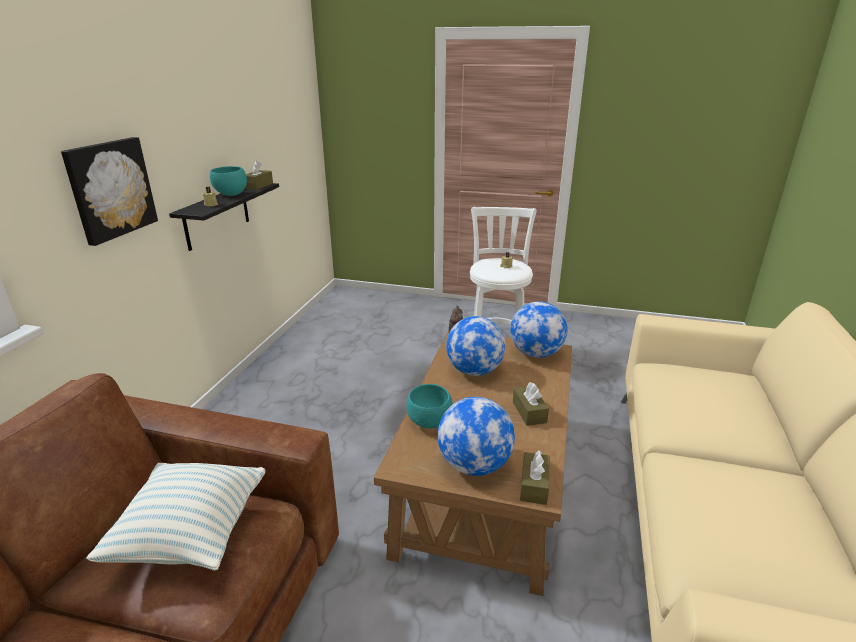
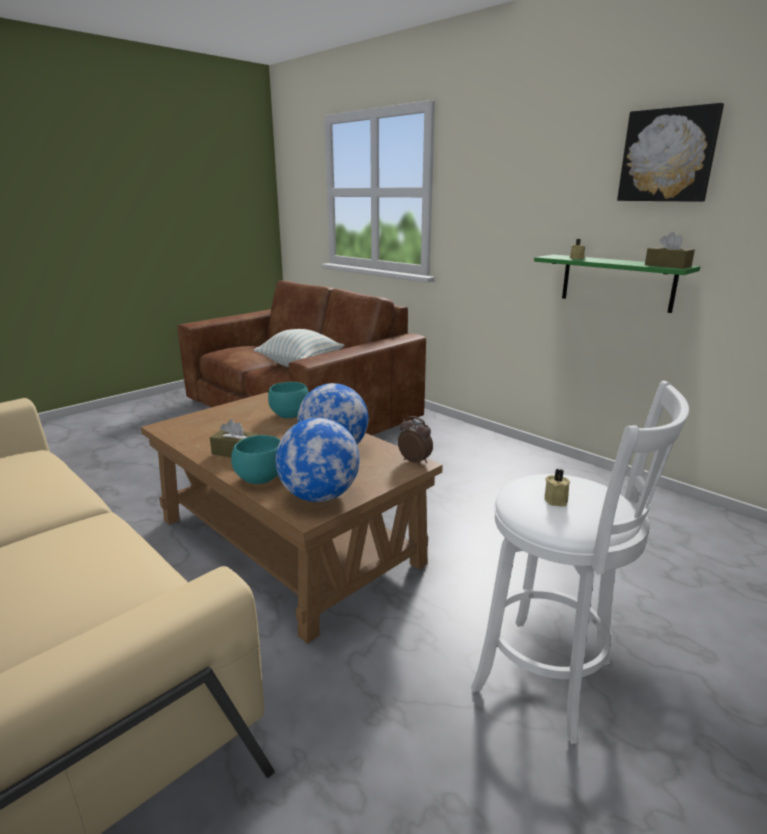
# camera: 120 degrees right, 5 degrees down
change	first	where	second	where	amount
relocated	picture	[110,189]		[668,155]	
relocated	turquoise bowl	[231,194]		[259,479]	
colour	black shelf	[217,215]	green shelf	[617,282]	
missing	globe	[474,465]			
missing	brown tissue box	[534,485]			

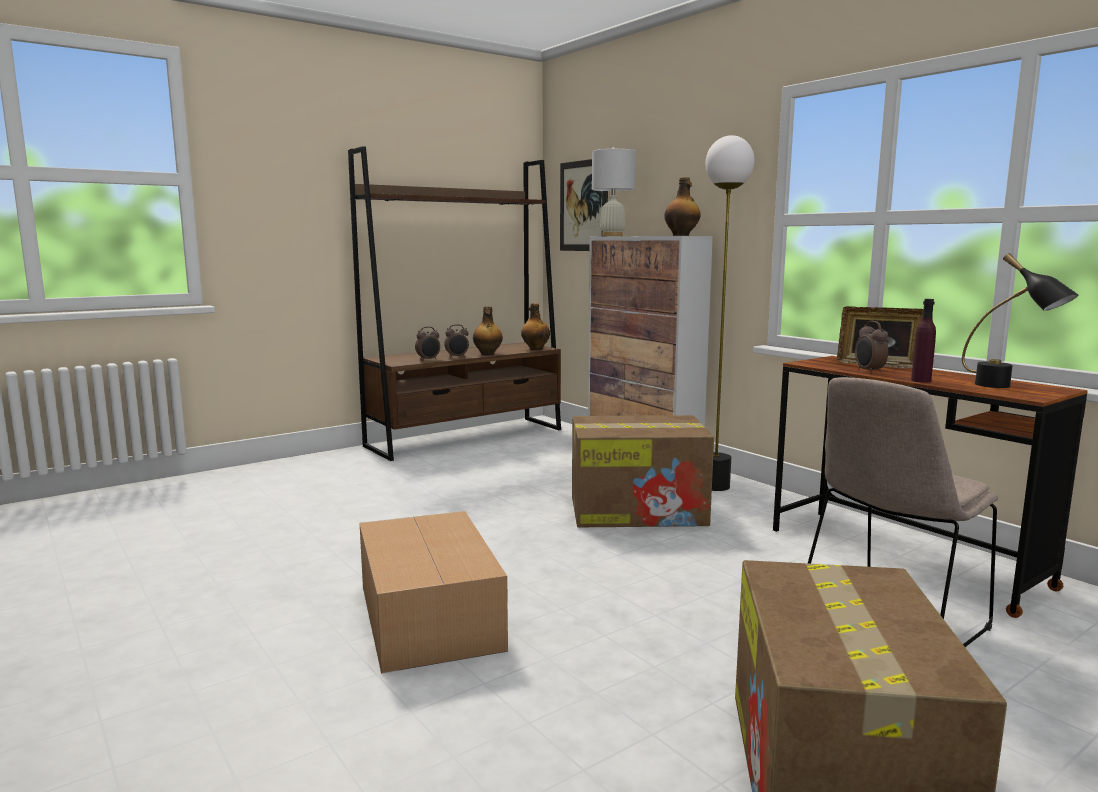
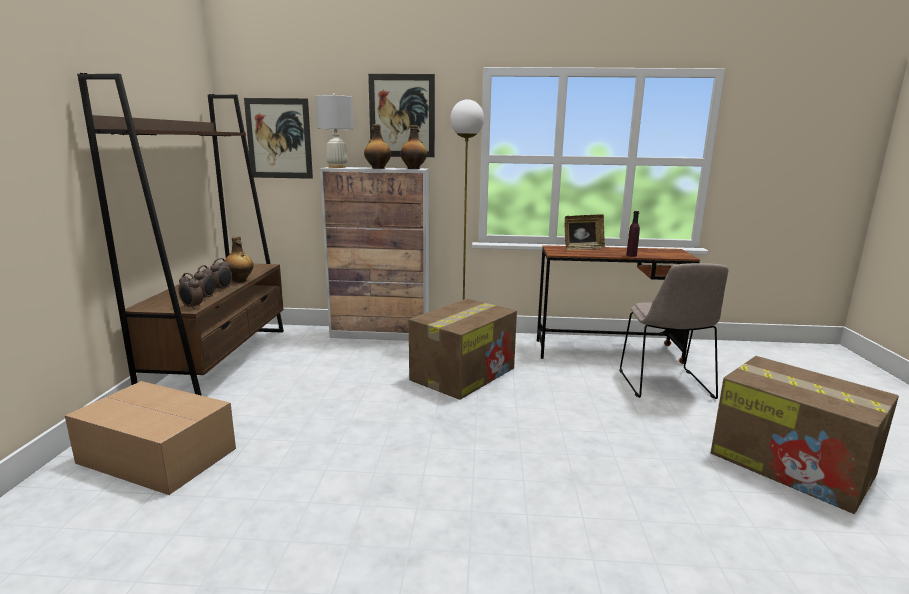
# camera: 50 degrees left, 5 degrees up
change	first	where	second	where	amount
missing	black table lamp	[1008,387]			
relocated	bottle	[535,349]		[377,168]	
relocated	alarm clock	[868,371]		[192,307]	
relocated	cardboard box	[430,615]		[157,454]	
appeared			picture	[402,116]	

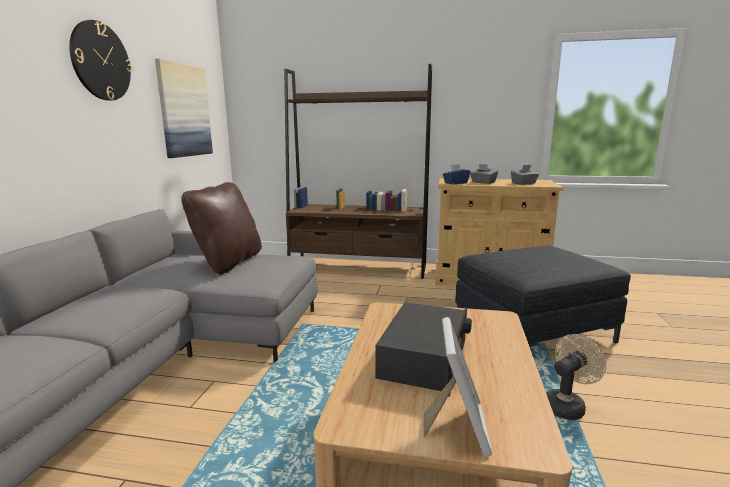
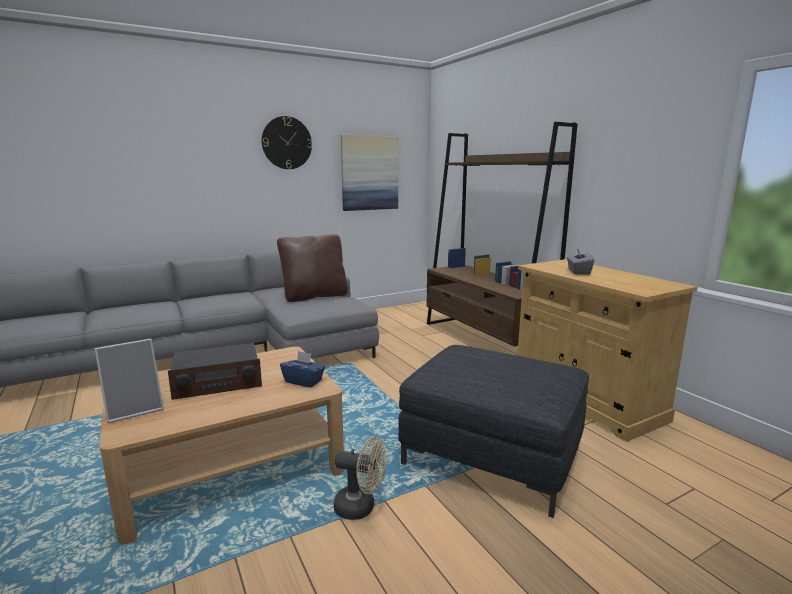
# camera: 50 degrees right, 0 degrees up
change	first	where	second	where	amount
relocated	blue tissue box	[455,183]		[303,381]	
missing	grey tissue box	[524,183]			

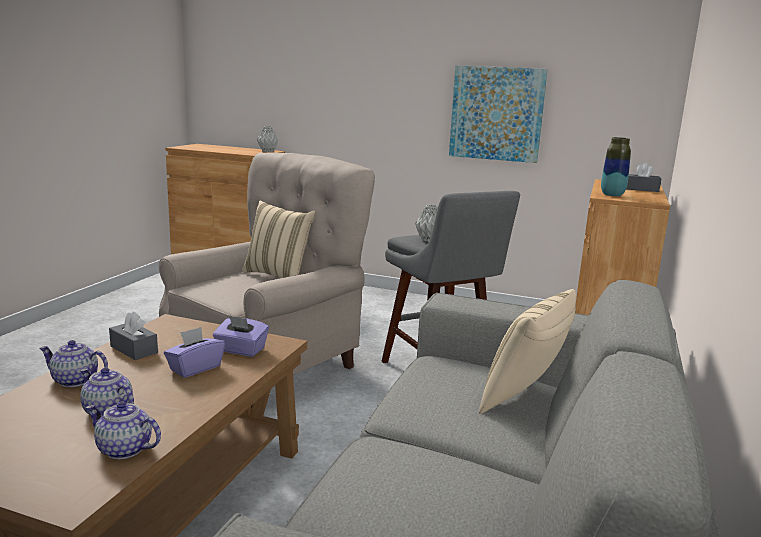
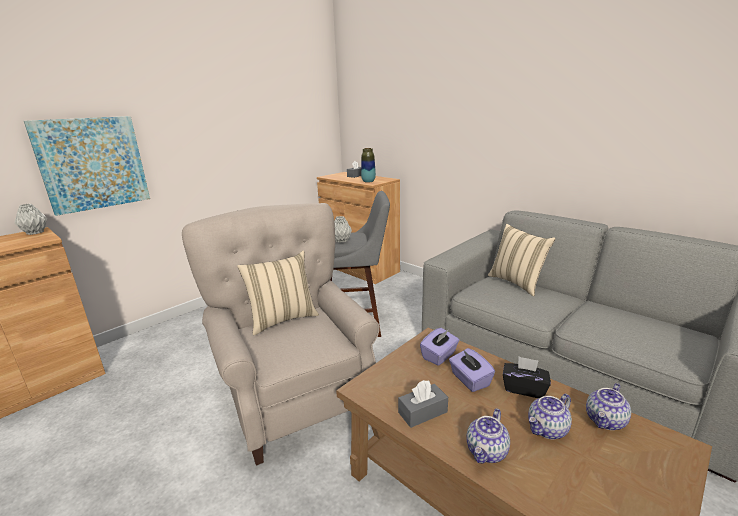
# camera: 65 degrees left, 5 degrees up
change	first	where	second	where	amount
relocated	picture	[496,113]		[92,163]	
appeared			black tissue box	[524,388]	

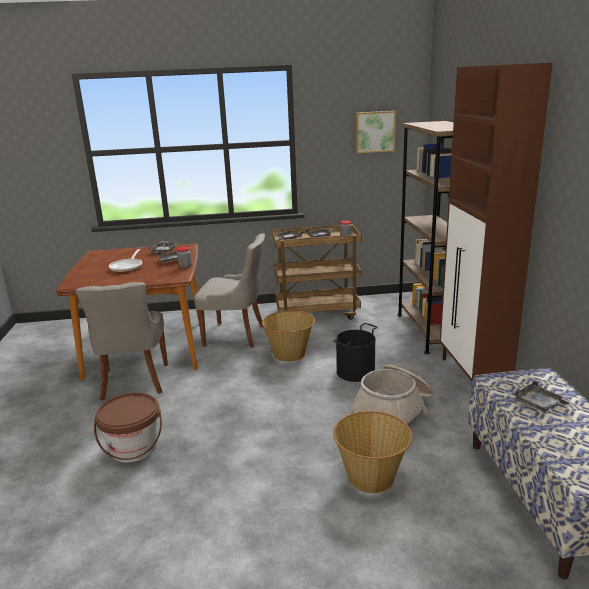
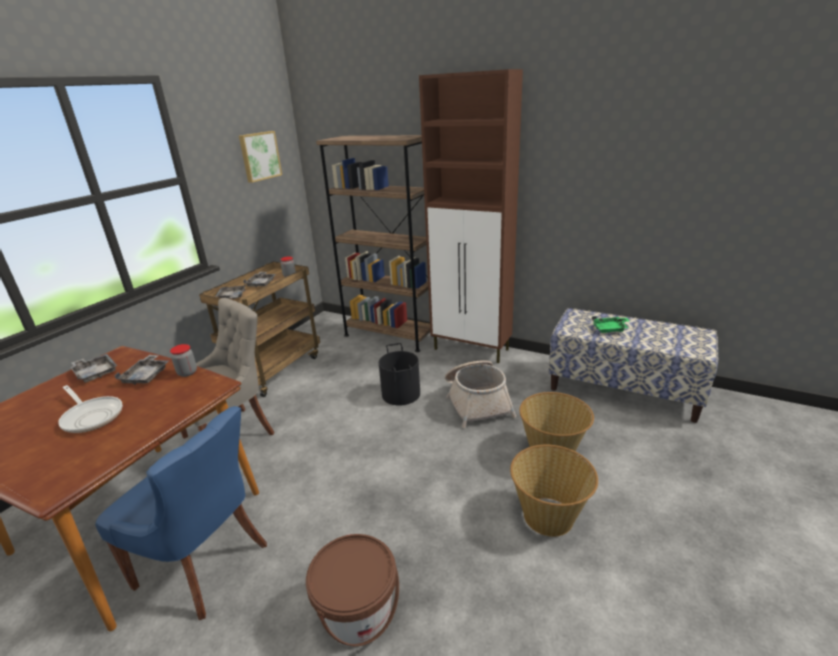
# camera: 55 degrees left, 5 degrees up
change	first	where	second	where	amount
colour	grey chair	[134,382]	blue chair	[206,565]	
relocated	basket	[290,354]		[549,515]	
colour	grey tray	[540,404]	green tray	[610,329]	

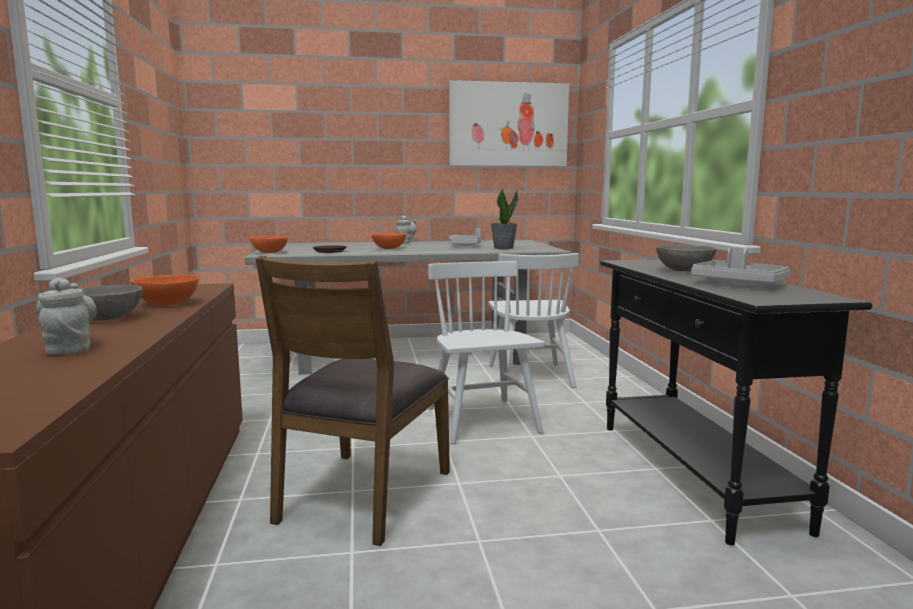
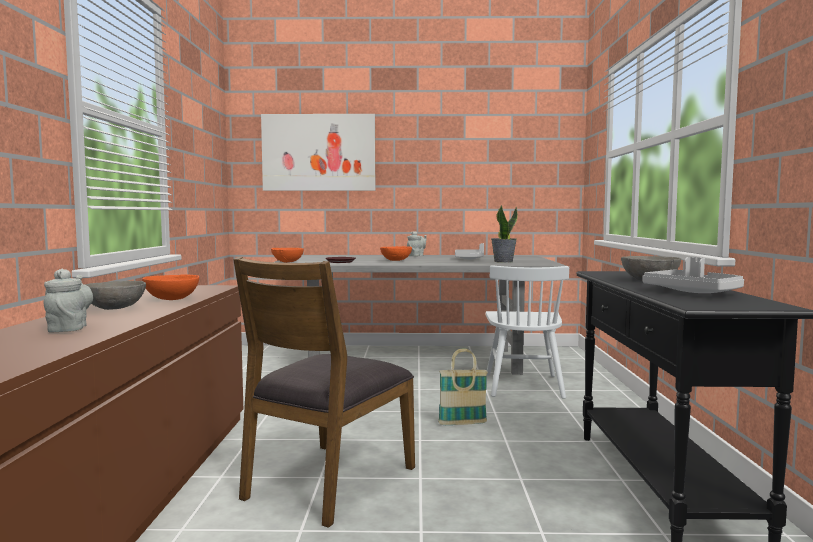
# camera: 10 degrees right, 5 degrees down
change	first	where	second	where	amount
relocated	picture	[508,124]		[319,152]	
exchanged	white chair	[482,420]	basket	[462,423]	

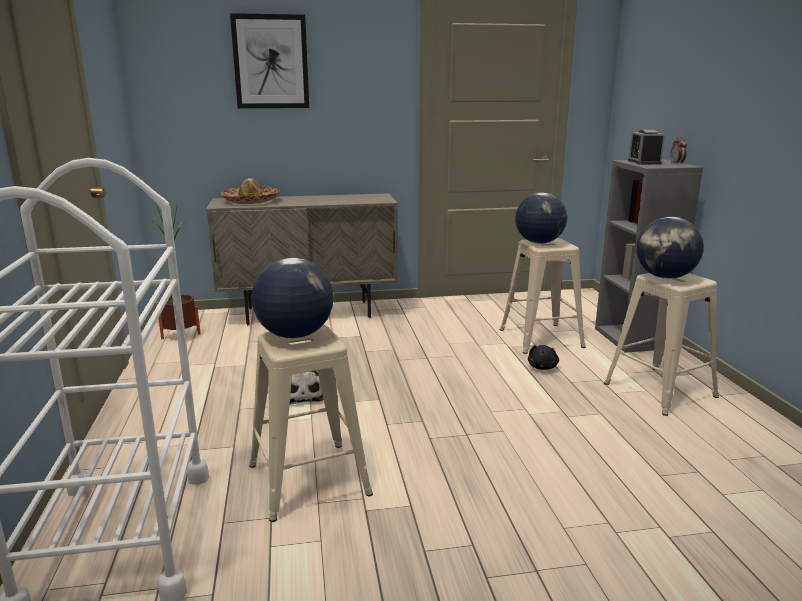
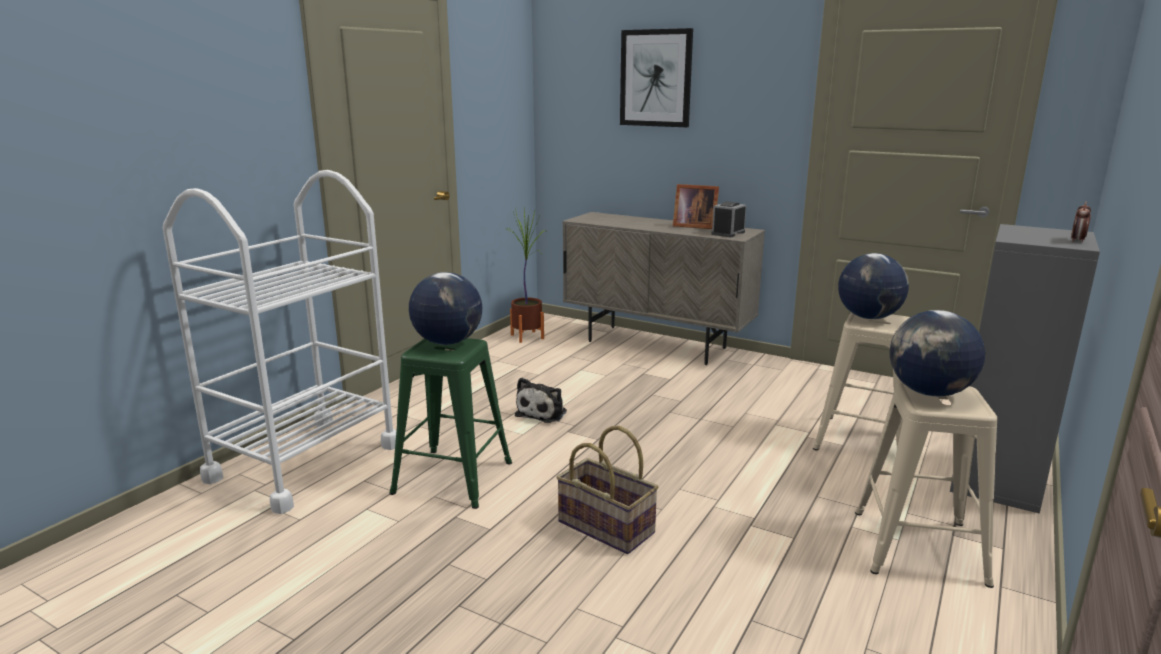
# camera: 40 degrees right, 0 degrees up
change	first	where	second	where	amount
relocated	alarm clock	[644,162]		[728,233]	
missing	hat	[251,201]			
colour	beige stool	[307,480]	green stool	[451,477]	
missing	black plush toy	[542,367]			
appeared			picture frame	[693,226]	
appeared			basket	[607,527]	

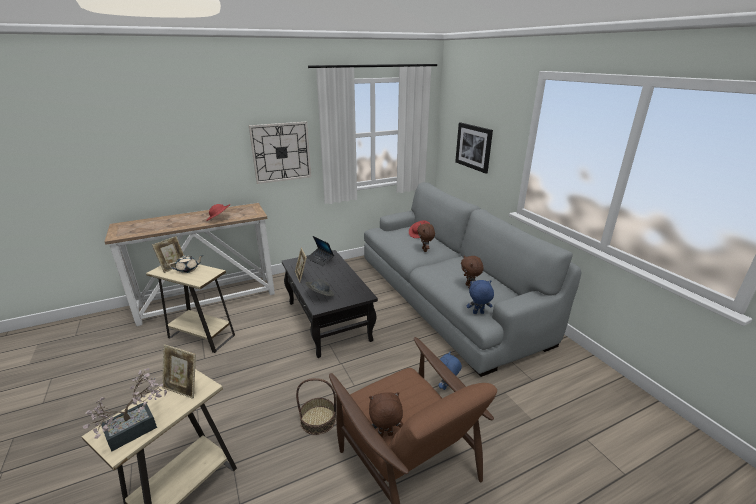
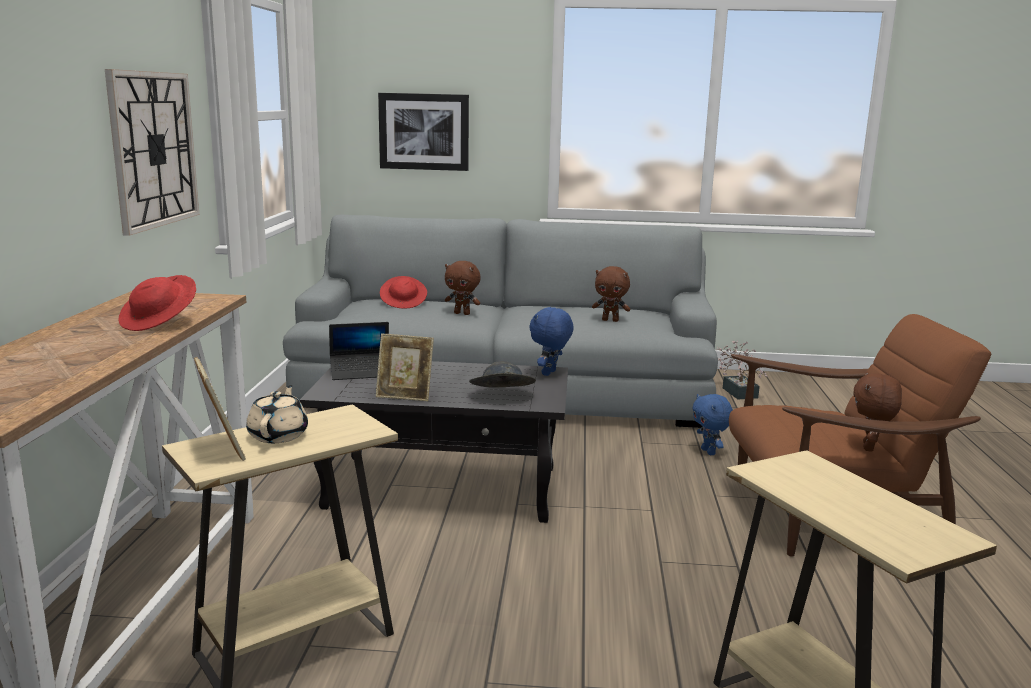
# camera: 60 degrees left, 10 degrees down
change	first	where	second	where	amount
relocated	blue plush toy	[478,313]		[550,373]	
missing	picture frame	[183,388]			
relocated	potted plant	[137,428]		[738,391]	
missing	basket	[318,420]			

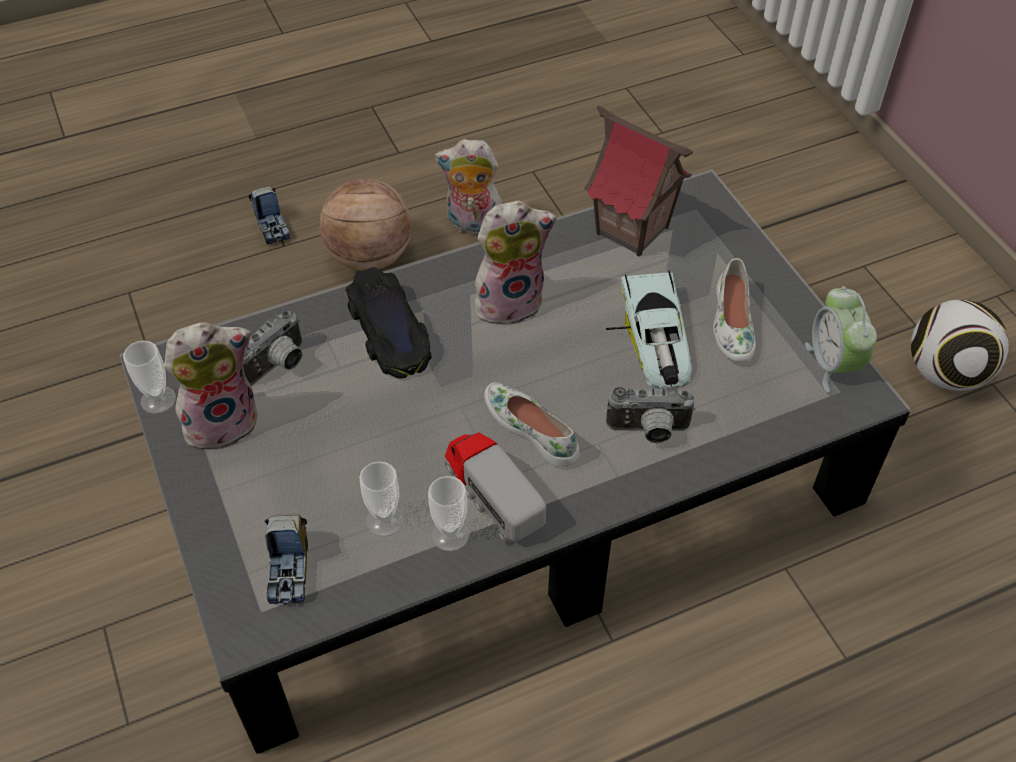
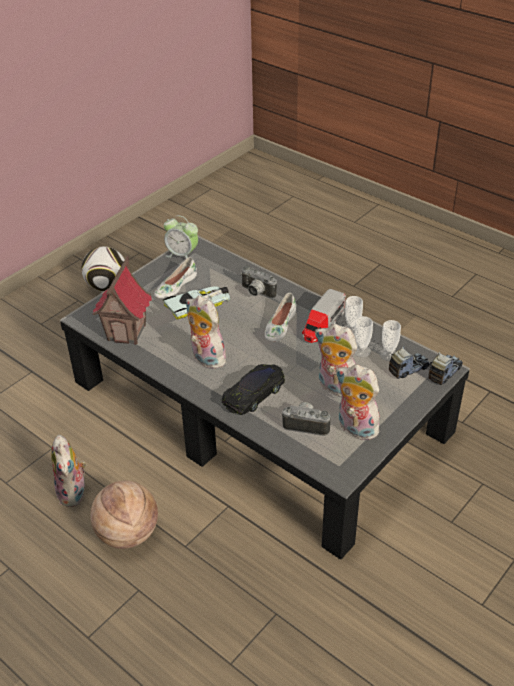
# camera: 115 degrees left, 10 degrees down
change	first	where	second	where	amount
relocated	toy truck	[272,226]		[444,372]	
spun	white shoe	[731,323]		[175,286]	150 degrees clockwise
spun	alarm clock	[832,364]		[182,255]	60 degrees clockwise
relocated	cup	[158,400]		[388,355]	
spun	photo camera	[648,431]		[256,293]	150 degrees clockwise
appeared			plush toy	[335,387]	

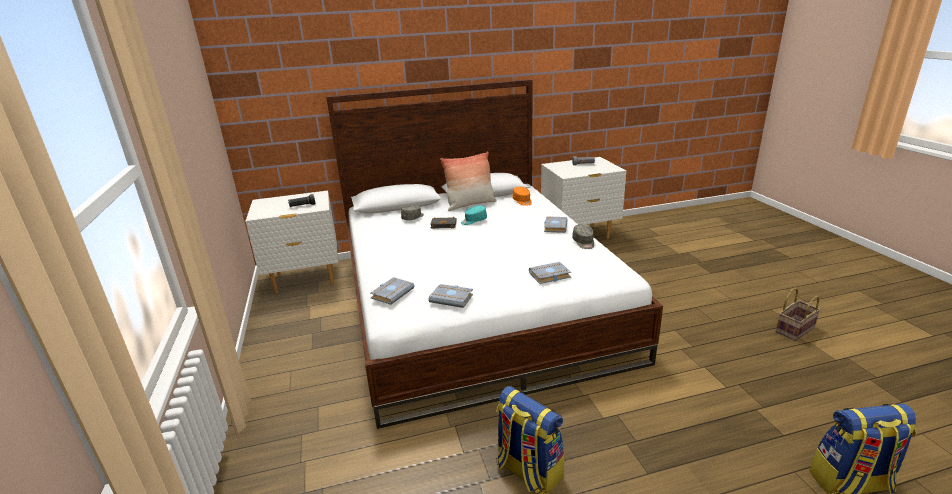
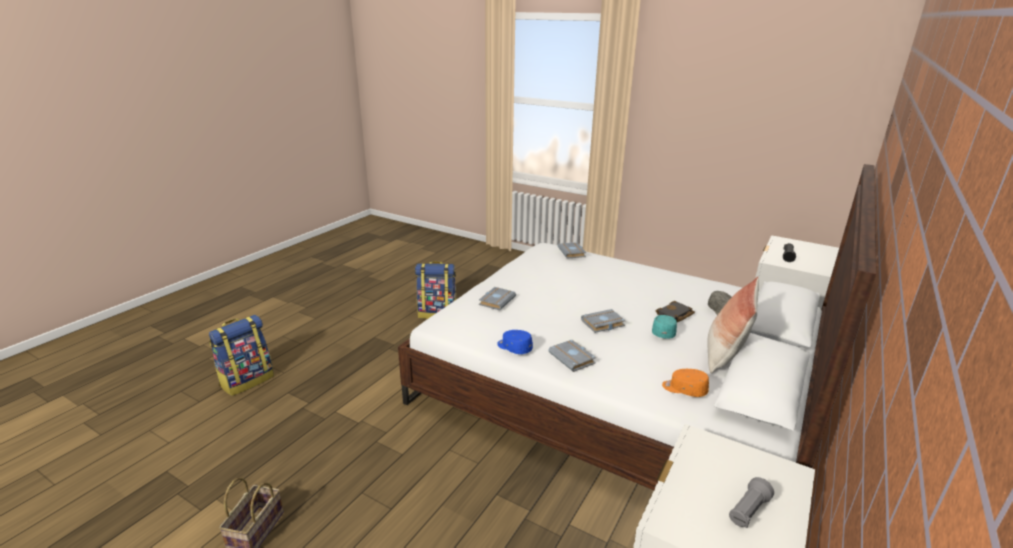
# camera: 135 degrees right, 0 degrees up
change	first	where	second	where	amount
colour	grey cap	[583,242]	blue cap	[514,348]	
relocated	grey book	[452,298]		[602,324]	

